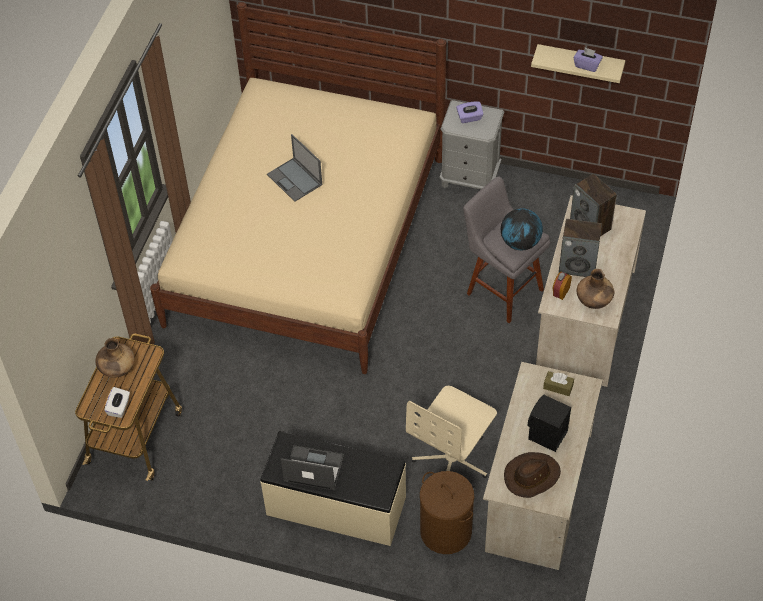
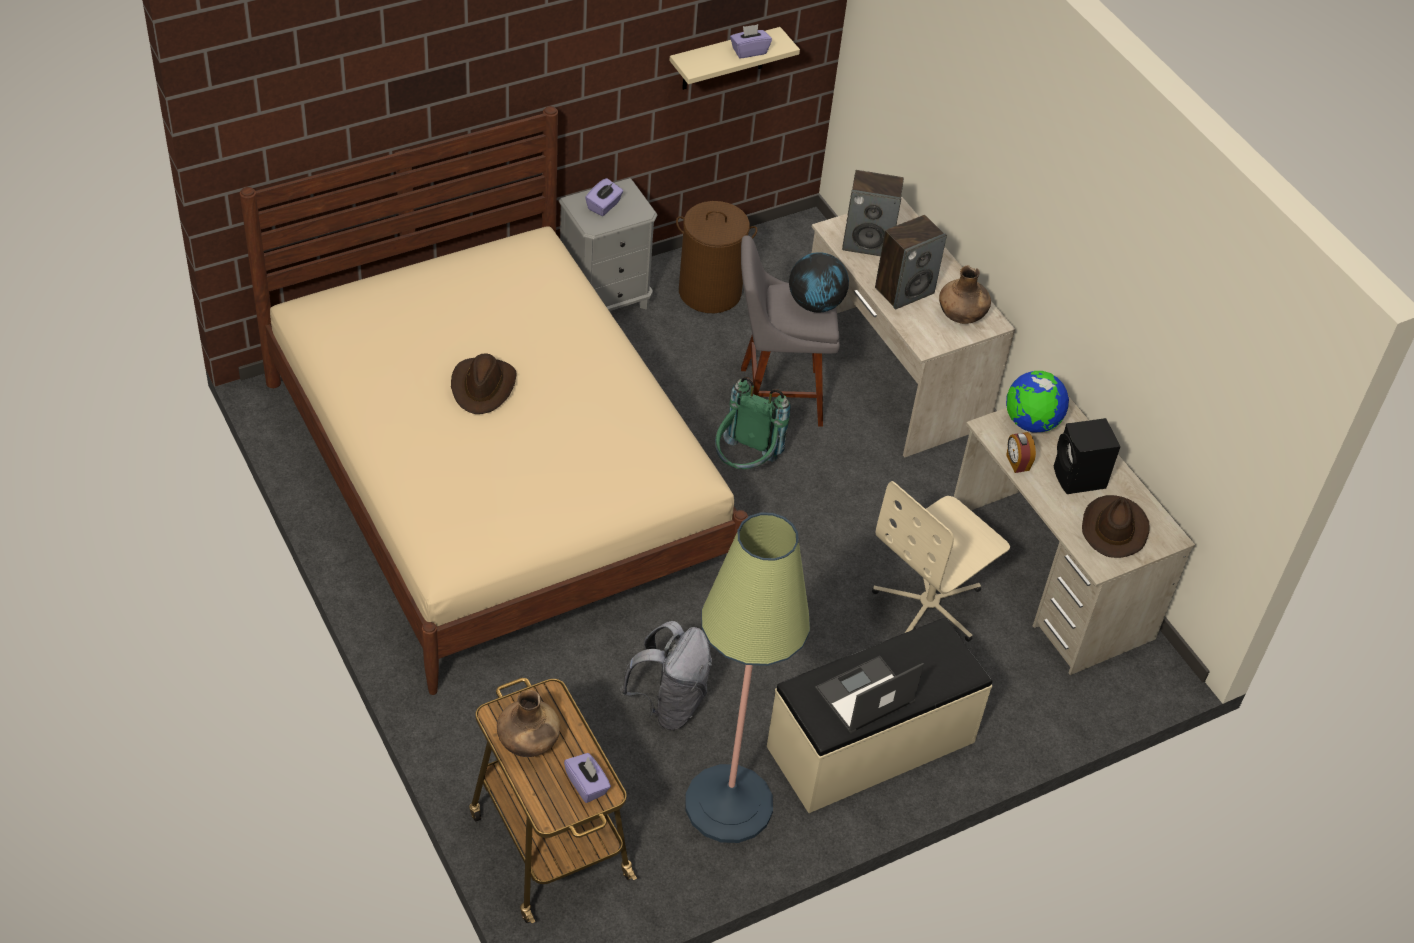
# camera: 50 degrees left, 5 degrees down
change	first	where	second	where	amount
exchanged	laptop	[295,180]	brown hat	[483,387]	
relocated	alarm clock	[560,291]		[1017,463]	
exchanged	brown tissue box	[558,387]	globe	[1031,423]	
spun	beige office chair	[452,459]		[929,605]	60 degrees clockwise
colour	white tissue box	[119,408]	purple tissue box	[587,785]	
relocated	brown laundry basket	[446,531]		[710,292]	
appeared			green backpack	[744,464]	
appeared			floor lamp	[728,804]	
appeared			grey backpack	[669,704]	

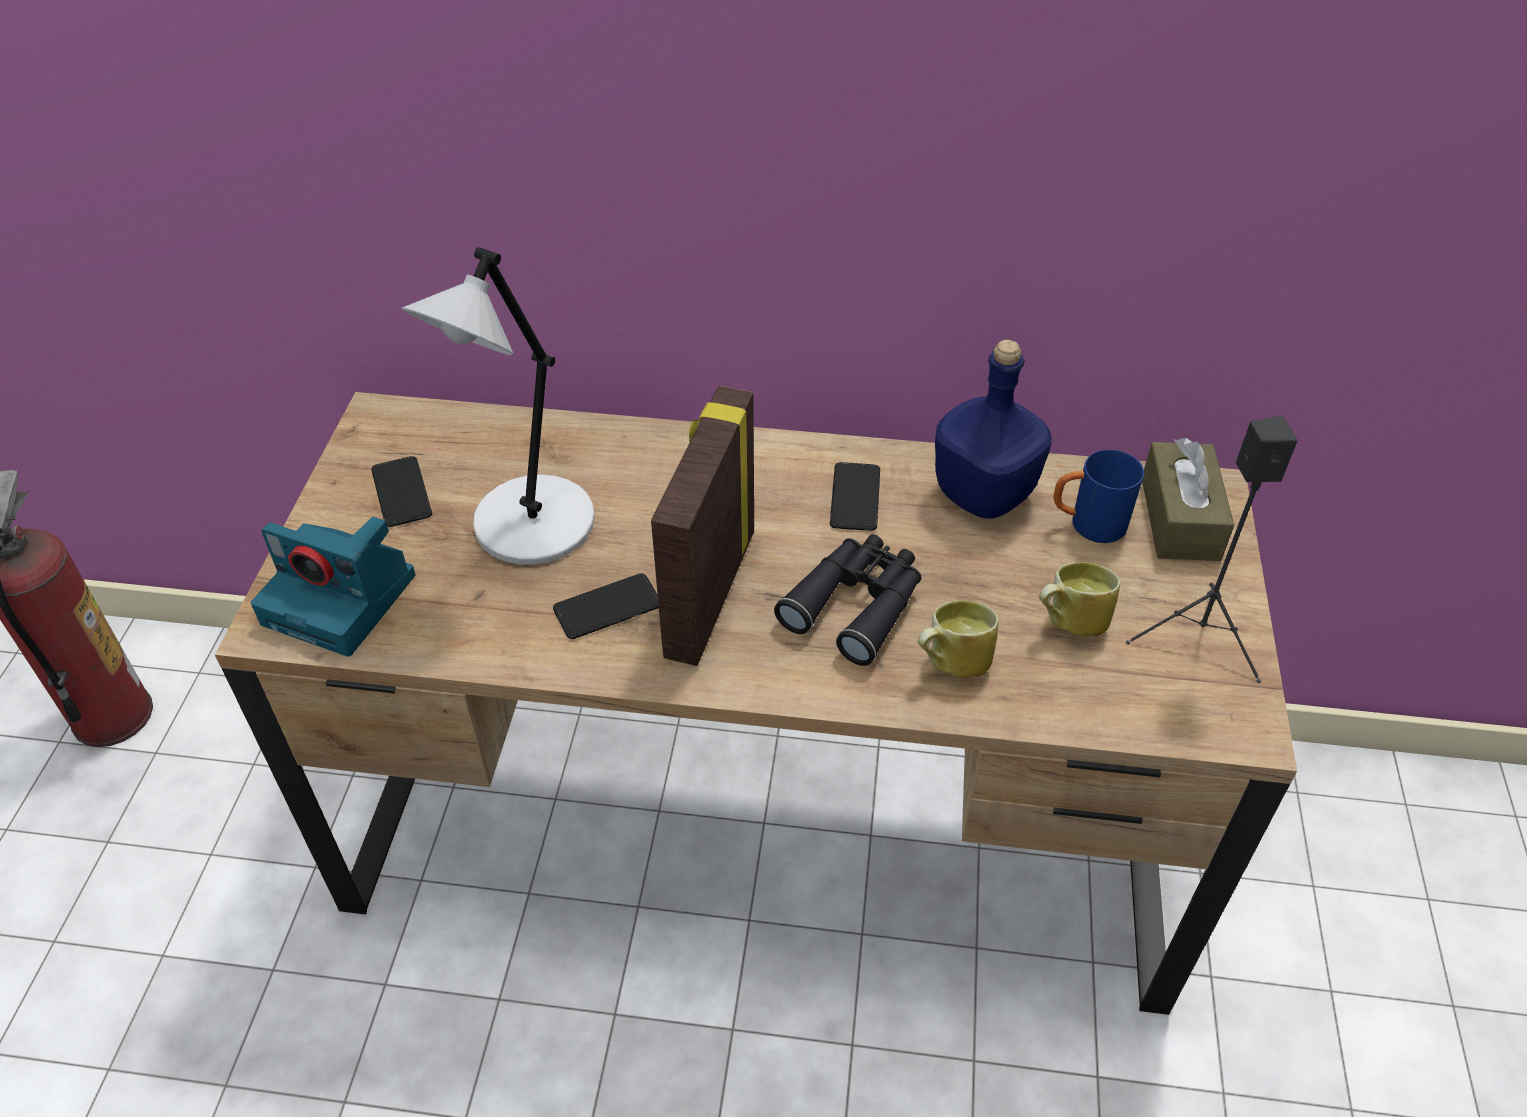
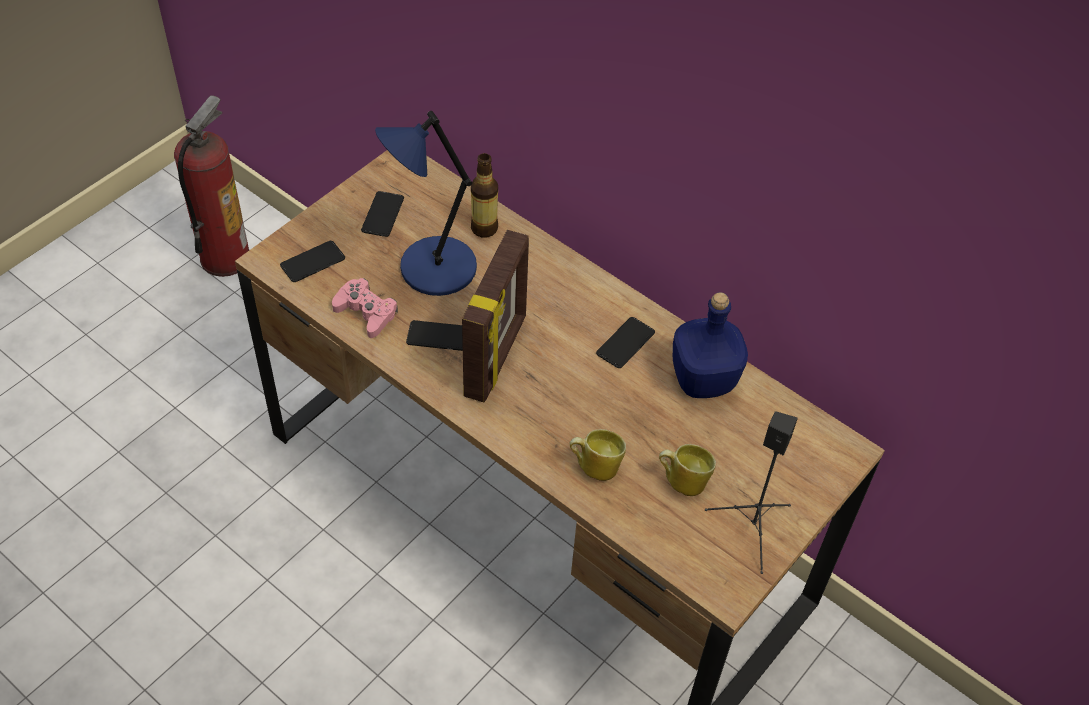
# camera: 30 degrees right, 5 degrees up
change	first	where	second	where	amount
colour	grey table lamp	[530,527]	blue table lamp	[434,269]	
spun	picture frame	[707,593]		[497,356]	150 degrees clockwise
missing	brown tissue box	[1179,518]			
missing	blue mug	[1087,524]			
exchanged	photo camera	[343,599]	phone	[313,262]	
missing	black binoculars	[856,604]			
appeared			bottle	[484,228]	
appeared			pink game controller	[366,312]	

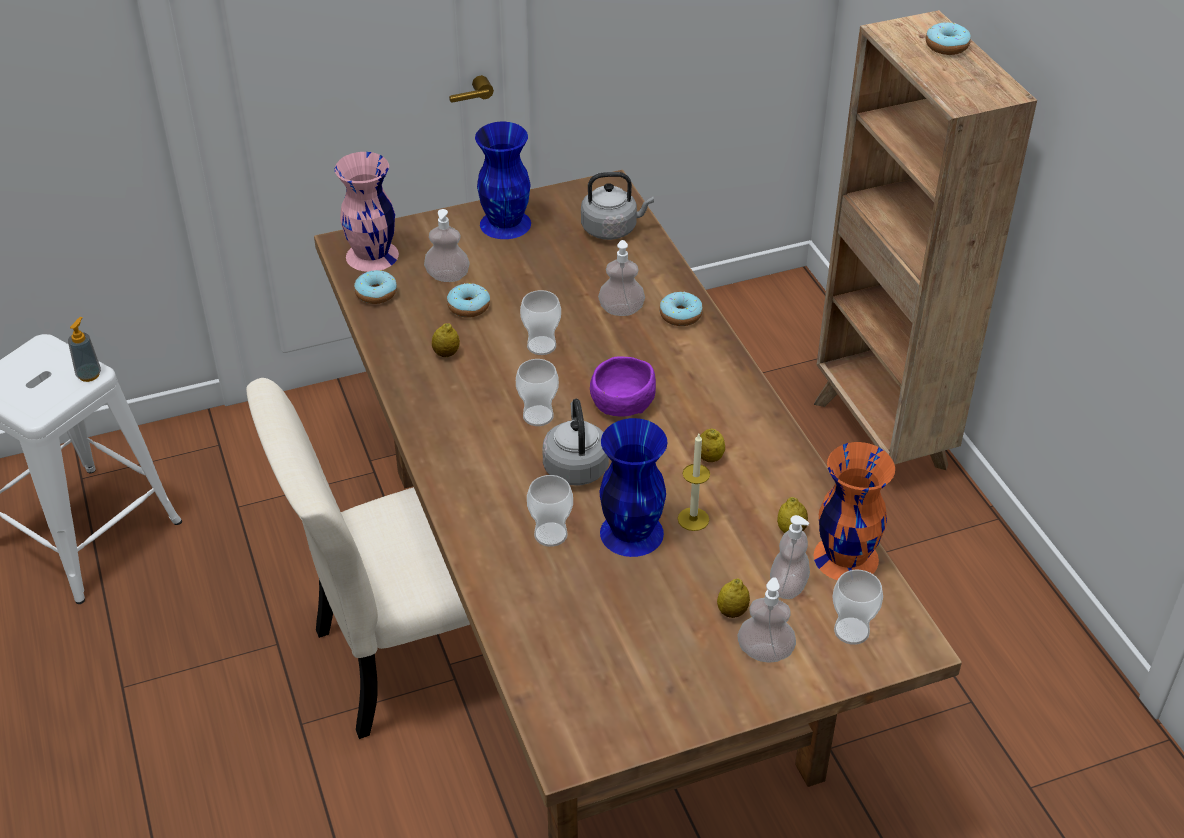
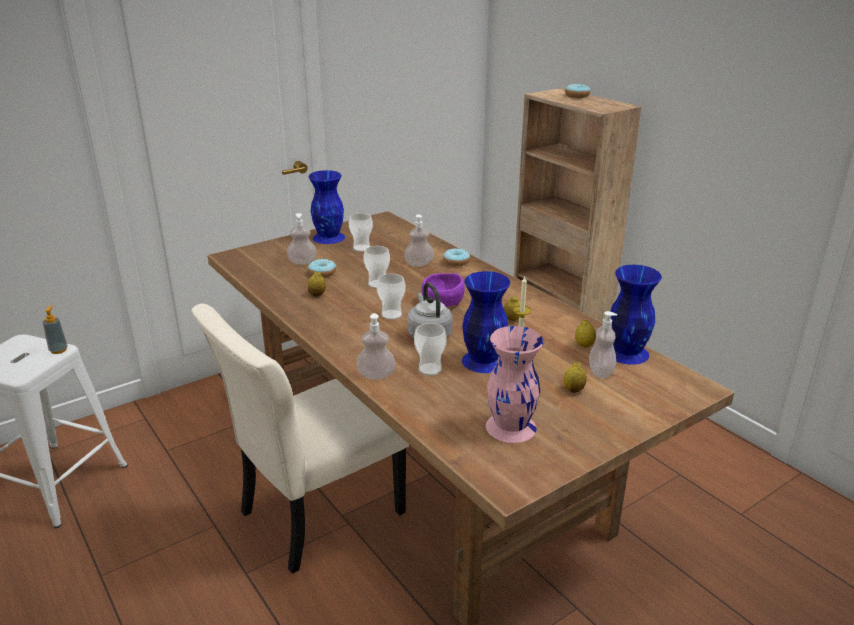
# camera: 15 degrees left, 15 degrees down
change	first	where	second	where	amount
relocated	pink vase	[371,256]		[511,427]	
missing	grey kettle	[612,229]			
missing	donut	[376,294]			
colour	orange vase	[845,556]	blue vase	[626,352]	
relocated	cup	[851,631]		[361,248]	
relocated	soap dispenser	[765,652]		[376,375]	

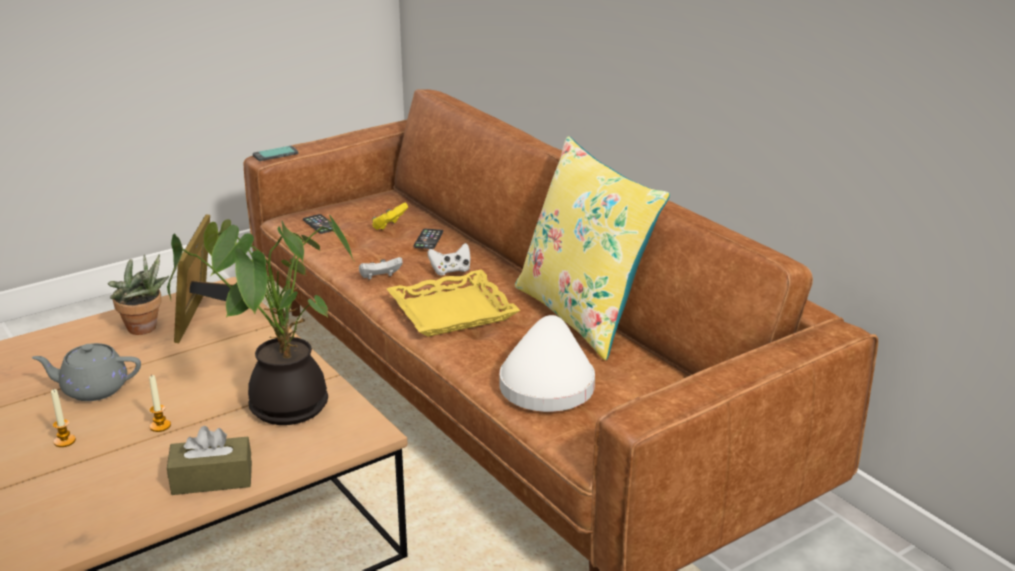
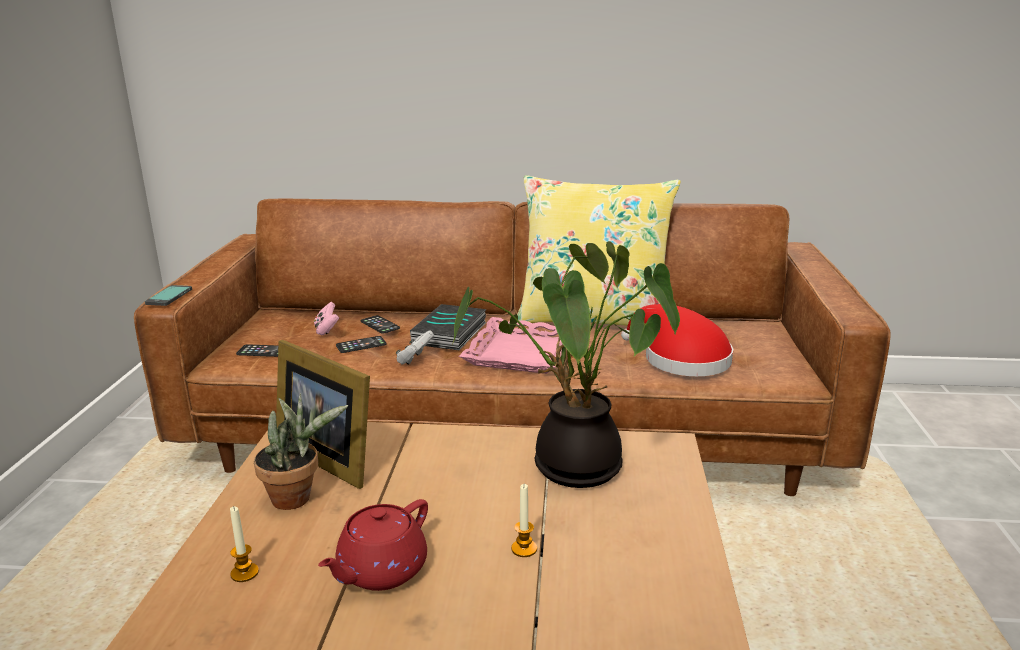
# camera: 50 degrees left, 5 degrees down
change	first	where	second	where	amount
colour	yellow game controller	[389,227]	pink game controller	[326,330]	
exchanged	white game controller	[450,271]	book	[451,333]	
colour	yellow tray	[452,312]	pink tray	[521,353]	
colour	white hat	[547,383]	red hat	[680,359]	
colour	grey teapot	[93,389]	red teapot	[380,571]	
relocated	candle	[64,441]		[244,573]	
missing	brown tissue box	[212,479]			
appeared			phone	[361,345]	

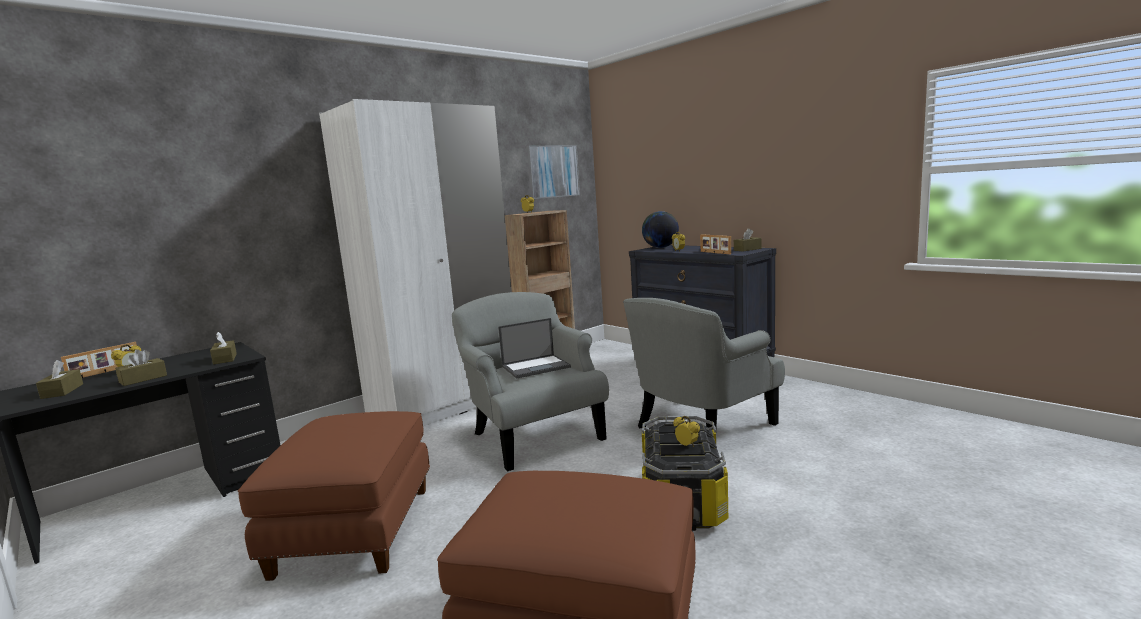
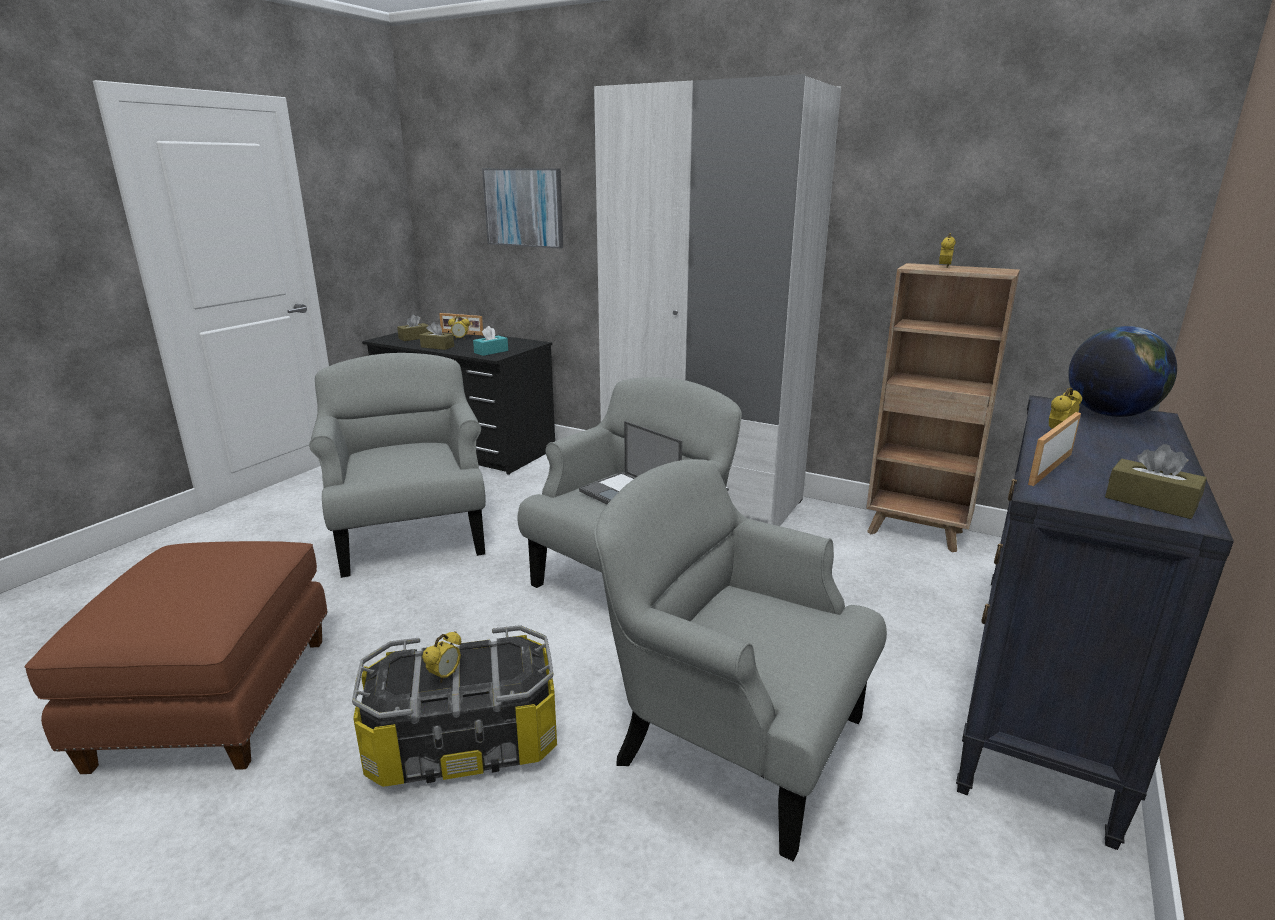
# camera: 70 degrees right, 10 degrees up
change	first	where	second	where	amount
relocated	picture	[553,171]		[524,207]	
colour	brown tissue box	[225,359]	turquoise tissue box	[491,352]	
exchanged	brown ottoman	[353,530]	grey armchair	[411,535]	

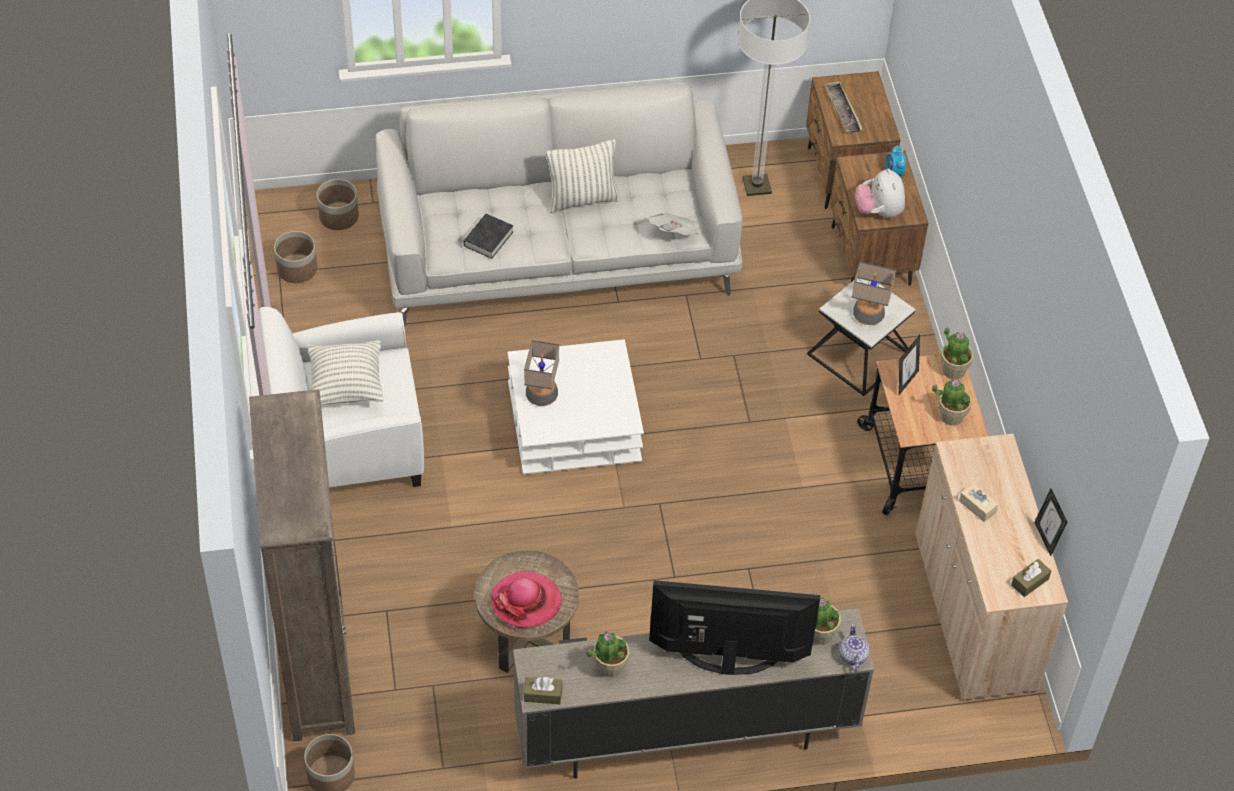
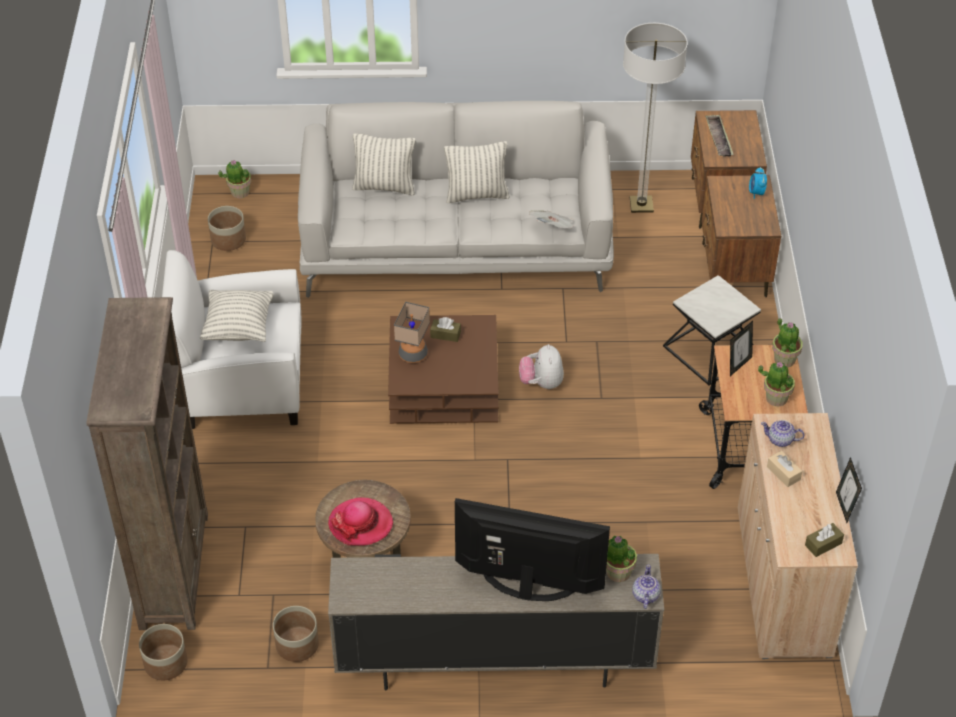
# camera: 10 degrees right, 5 degrees down
change	first	where	second	where	amount
relocated	plush toy	[878,211]		[541,383]	
relocated	planter	[339,216]		[297,644]	
missing	black book	[488,239]			
missing	table lamp	[868,315]			
colour	white coffee table	[574,421]	brown coffee table	[443,384]	
relocated	potted plant	[610,666]		[239,192]	
relocated	brown tissue box	[543,694]		[445,334]	
appeared			pillow	[384,187]	
appeared			teapot	[780,440]	

